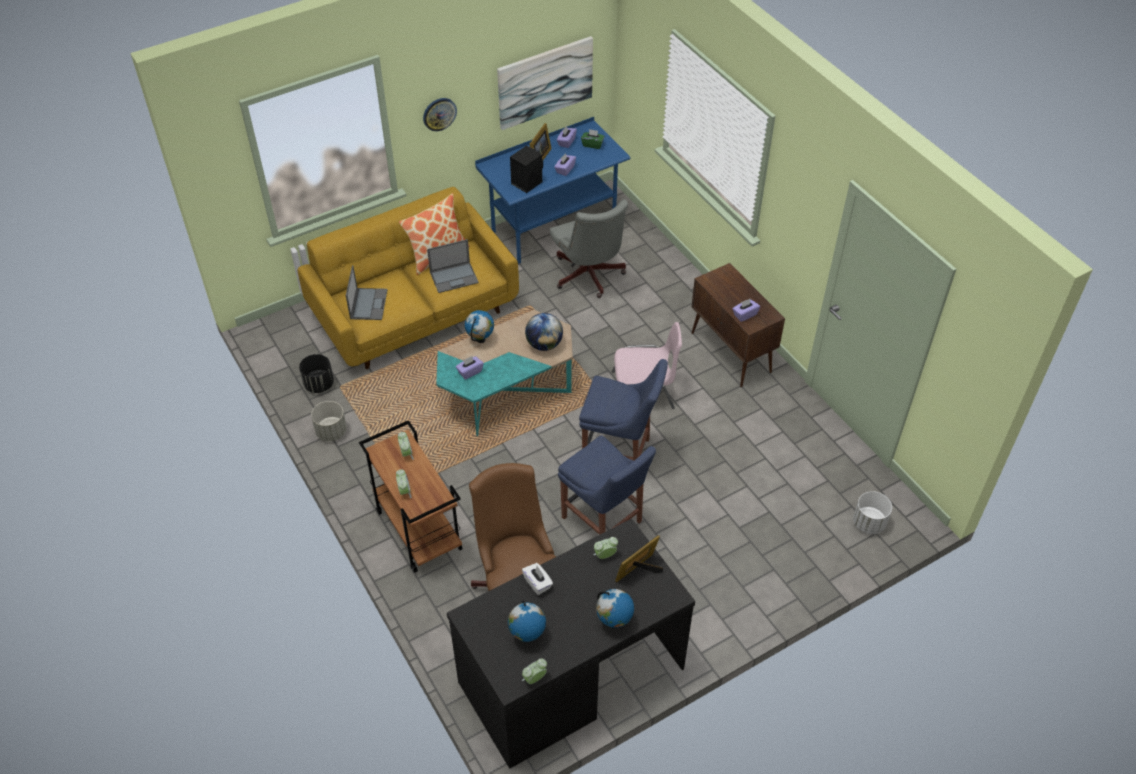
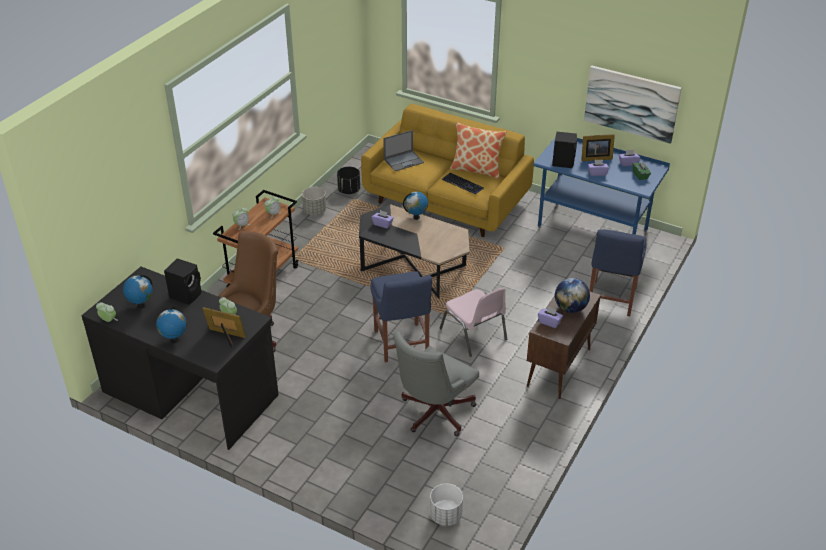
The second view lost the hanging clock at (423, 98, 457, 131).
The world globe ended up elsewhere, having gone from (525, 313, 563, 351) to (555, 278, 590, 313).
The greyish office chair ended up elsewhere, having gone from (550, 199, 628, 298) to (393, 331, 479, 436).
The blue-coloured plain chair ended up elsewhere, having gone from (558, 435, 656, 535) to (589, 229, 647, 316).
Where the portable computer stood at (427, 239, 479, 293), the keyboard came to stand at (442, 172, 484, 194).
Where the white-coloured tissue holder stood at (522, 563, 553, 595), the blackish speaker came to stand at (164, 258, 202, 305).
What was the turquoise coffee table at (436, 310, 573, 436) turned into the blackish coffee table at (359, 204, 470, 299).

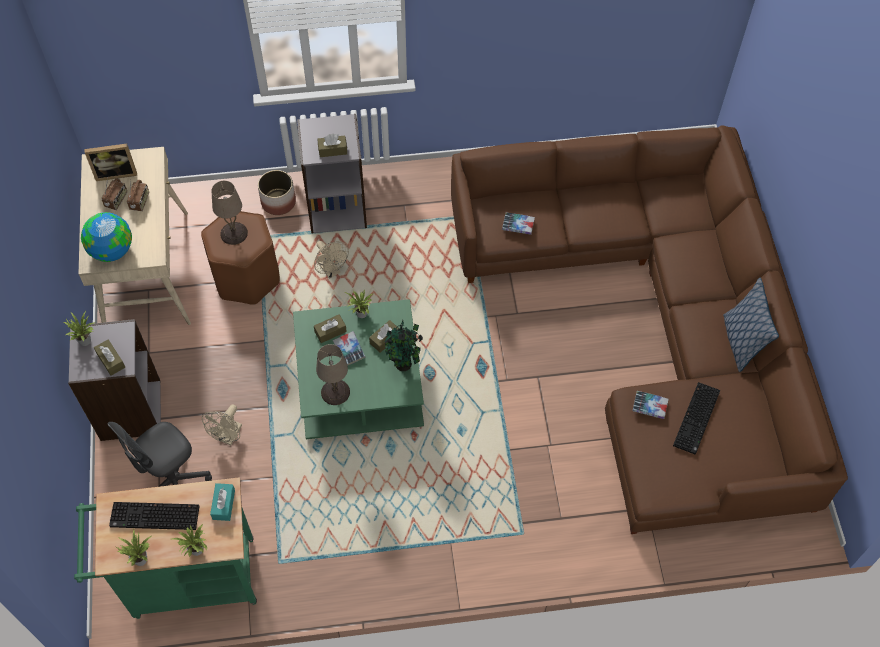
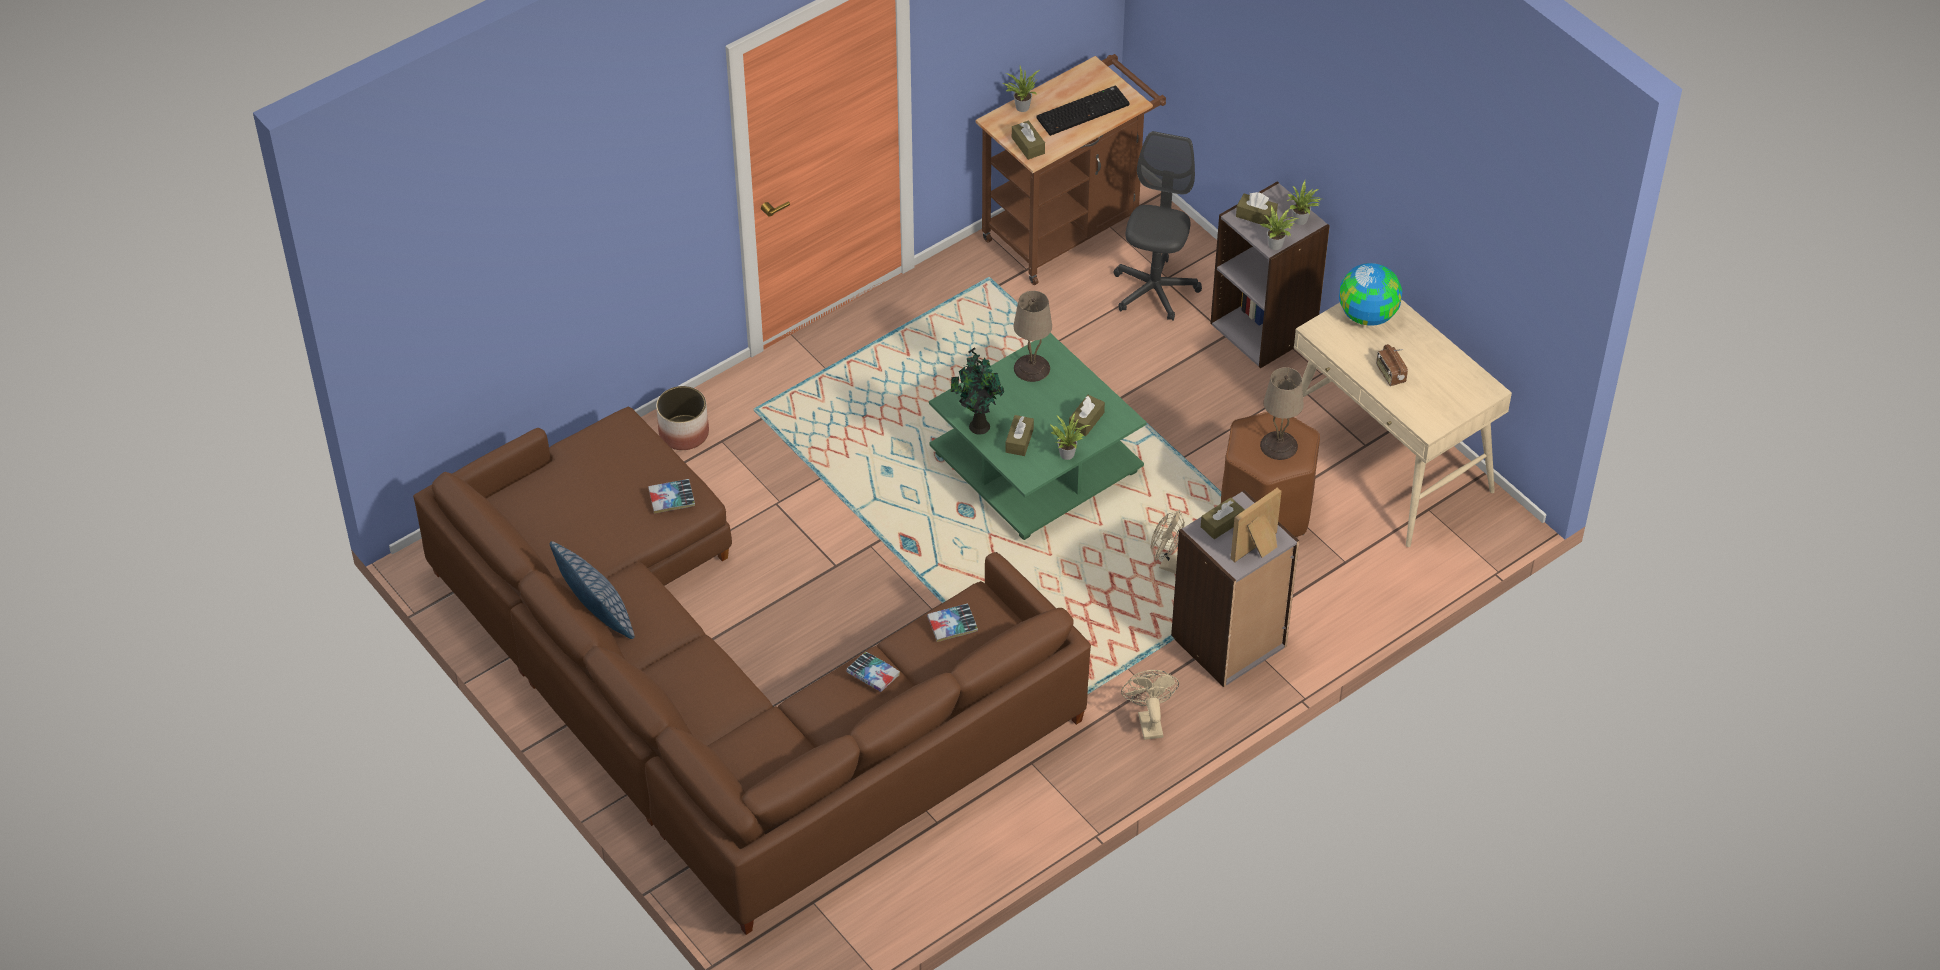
The second view lost the radio receiver at (102, 178, 127, 210).
The second view lost the keyboard at (673, 382, 720, 455).
The standing frame ended up elsewhere, having gone from (84, 144, 137, 181) to (1231, 488, 1281, 562).
The houseplant ended up elsewhere, having gone from (116, 529, 151, 567) to (1260, 206, 1298, 250).
The beige-coloured cooling fan ended up elsewhere, having gone from (202, 405, 242, 445) to (1121, 670, 1179, 740).
The flower pot ended up elsewhere, having gone from (258, 170, 296, 215) to (656, 386, 709, 450).
The book ended up elsewhere, having gone from (333, 331, 365, 366) to (846, 652, 900, 692).
What was the green trolley at (74, 477, 257, 619) turned into the brown-coloured trolley at (976, 54, 1166, 285).
What was the turquoise tissue holder at (210, 483, 235, 521) turned into the brown-coloured tissue holder at (1012, 120, 1045, 160).

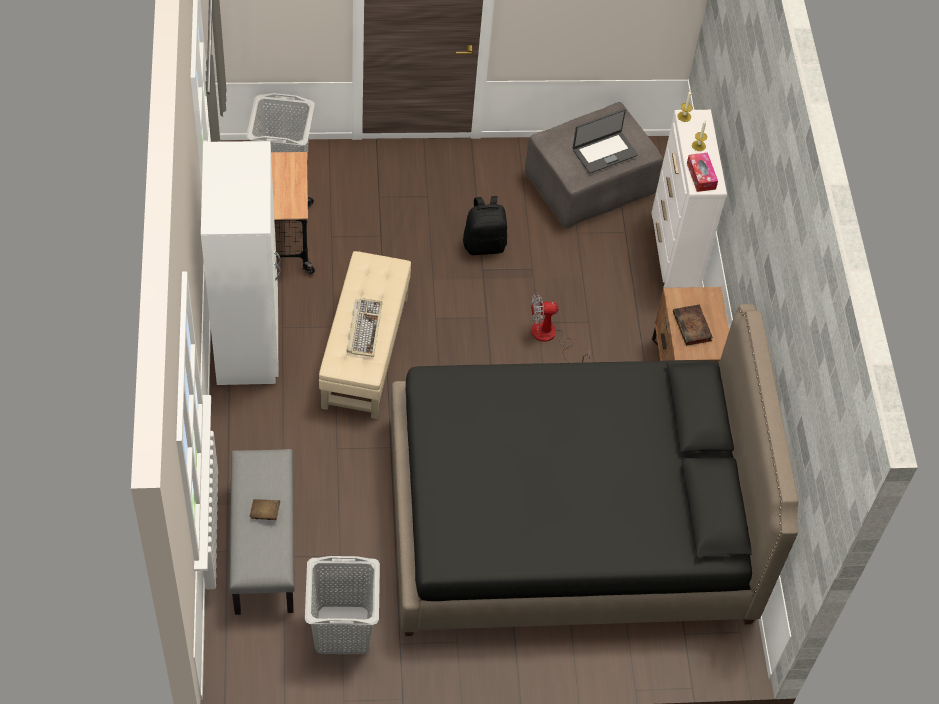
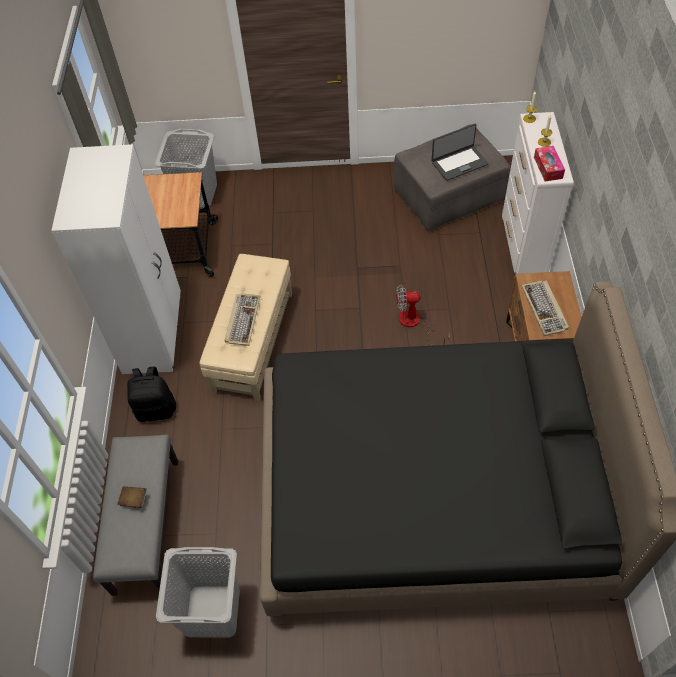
The blackish knapsack ended up elsewhere, having gone from (463, 196, 507, 255) to (127, 367, 176, 422).
Where the book stood at (673, 304, 713, 346), the keyboard came to stand at (522, 280, 569, 336).

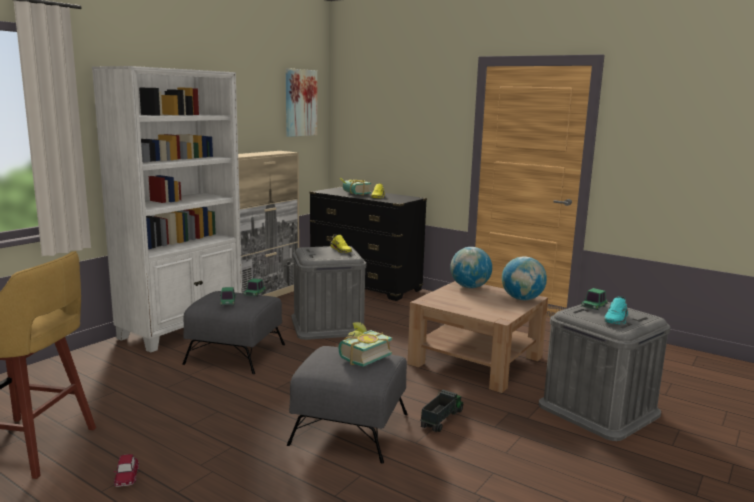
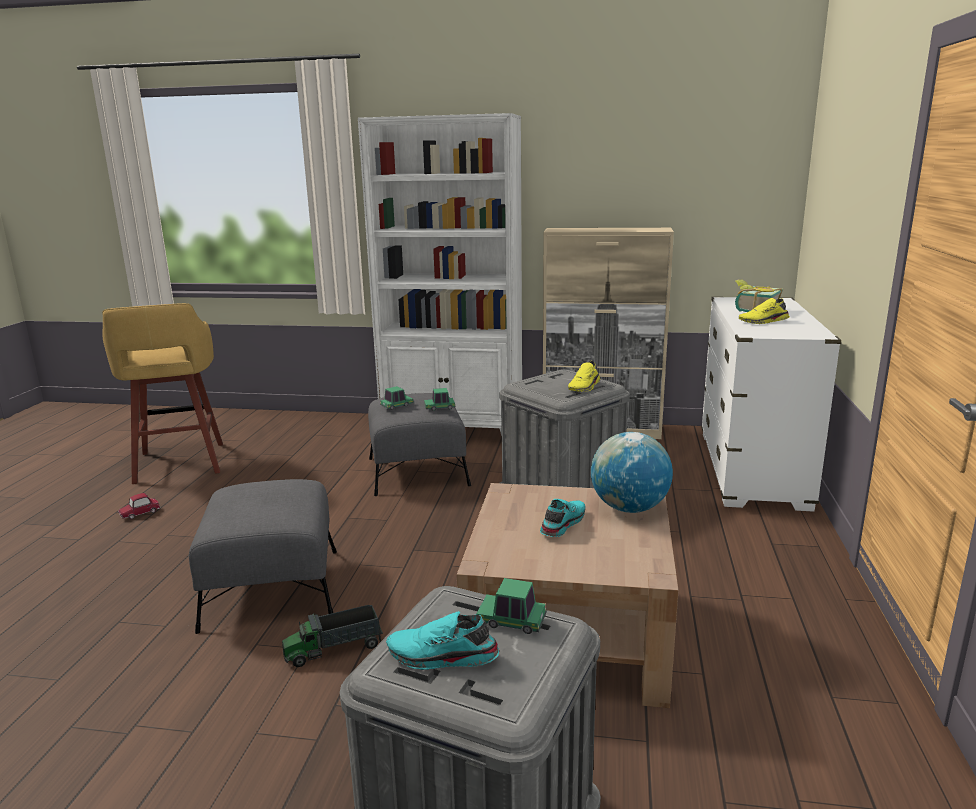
The second view lost the picture at (286, 68, 317, 137).
The second view lost the book at (338, 322, 392, 367).
The second view lost the world globe at (502, 256, 547, 300).
The second view gained the turquoise shoe at (540, 499, 586, 537).
What was the blackish dresser at (310, 187, 427, 301) turned into the white-coloured dresser at (701, 297, 841, 512).
The model truck at (420, 390, 464, 432) ended up facing another way, 150 degrees clockwise from before.

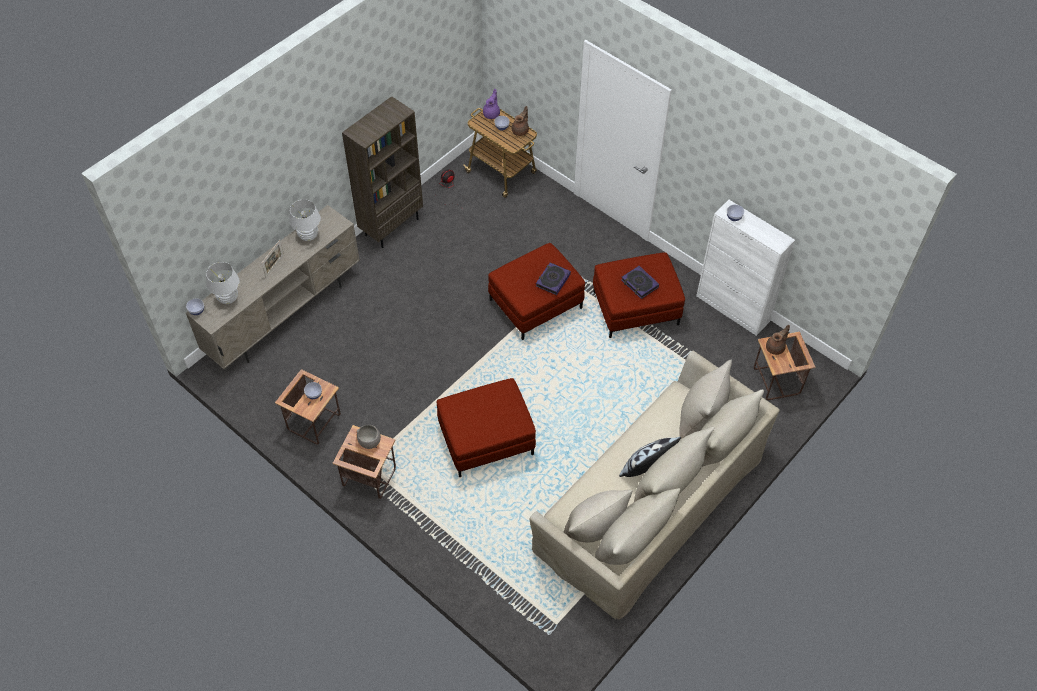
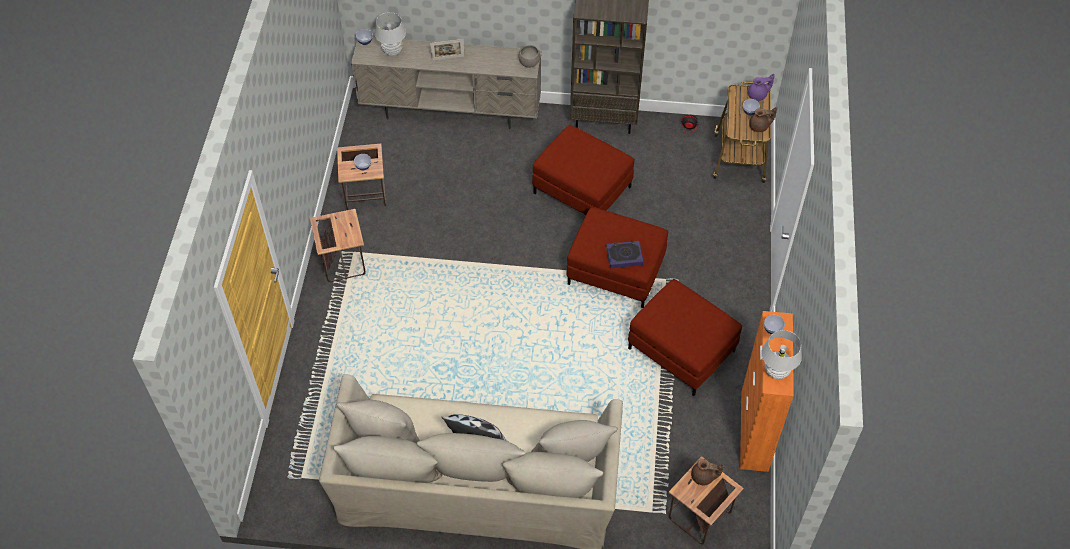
The second view lost the book at (621, 266, 659, 299).
The white-coloured tabletop lamp ended up elsewhere, having gone from (289, 200, 321, 241) to (762, 330, 802, 379).
The greyish serving bowl ended up elsewhere, having gone from (357, 425, 381, 449) to (518, 45, 541, 68).
The reddish ottoman ended up elsewhere, having gone from (437, 378, 536, 477) to (532, 125, 635, 215).
What was the white-coloured cupboard at (696, 200, 795, 336) turned into the orange-coloured cupboard at (740, 311, 794, 472).

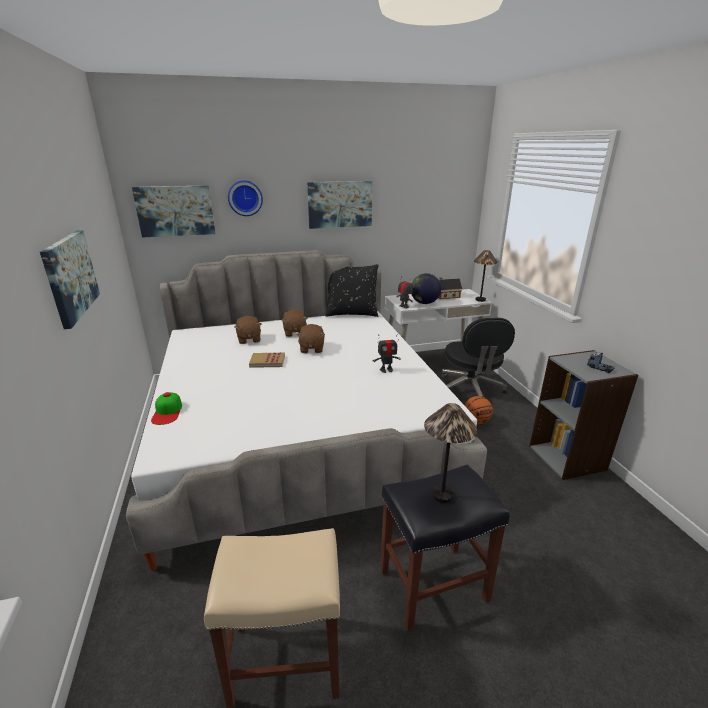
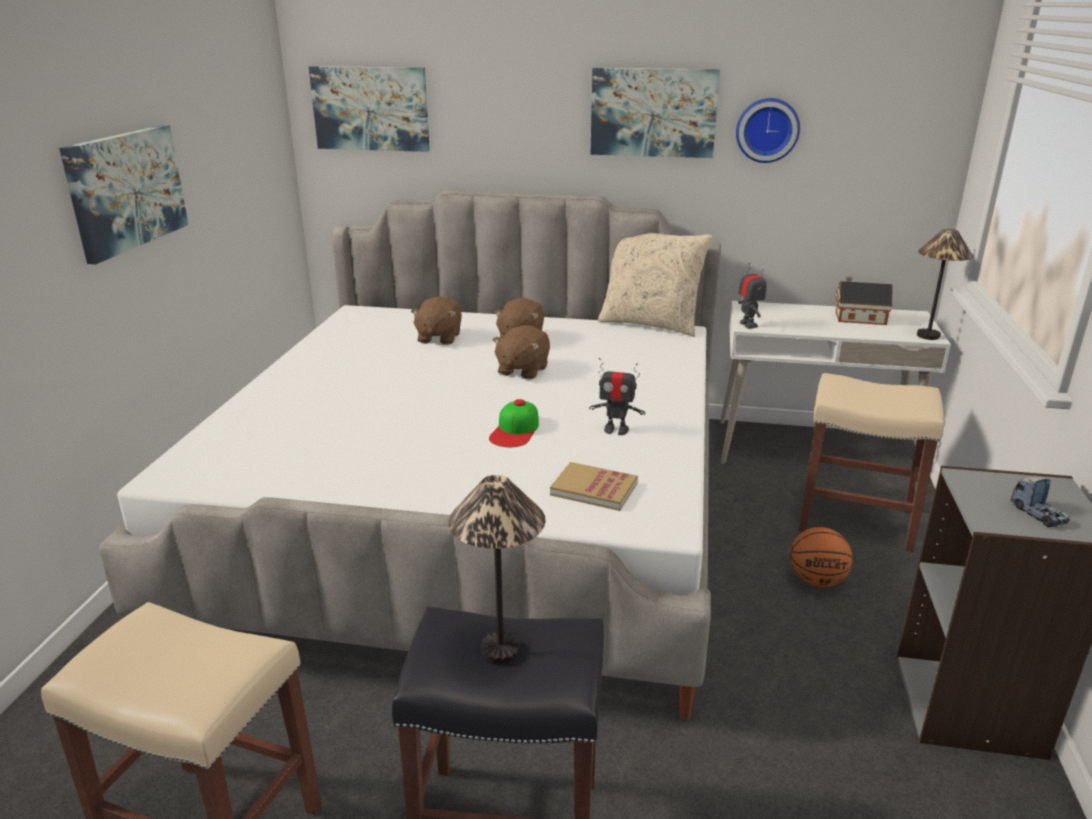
The second view lost the world globe at (411, 273, 441, 304).
The peaked cap ended up elsewhere, having gone from (151, 392, 182, 425) to (489, 399, 539, 447).
The hanging clock ended up elsewhere, having gone from (228, 180, 263, 216) to (736, 98, 800, 163).
The book ended up elsewhere, having gone from (249, 353, 285, 368) to (550, 462, 638, 511).
Where the blackish office chair stood at (441, 318, 515, 397), the beige-coloured sitting stool came to stand at (799, 373, 944, 552).
What was the blackish throw pillow at (325, 264, 379, 317) turned into the beige-coloured throw pillow at (598, 233, 712, 337).

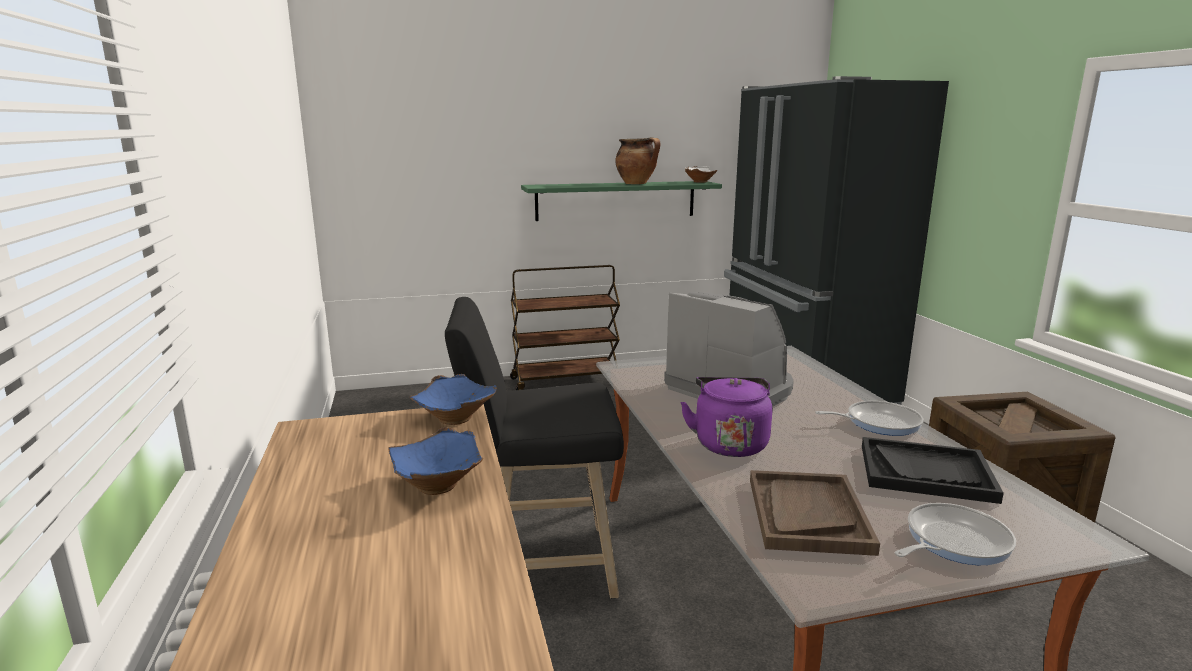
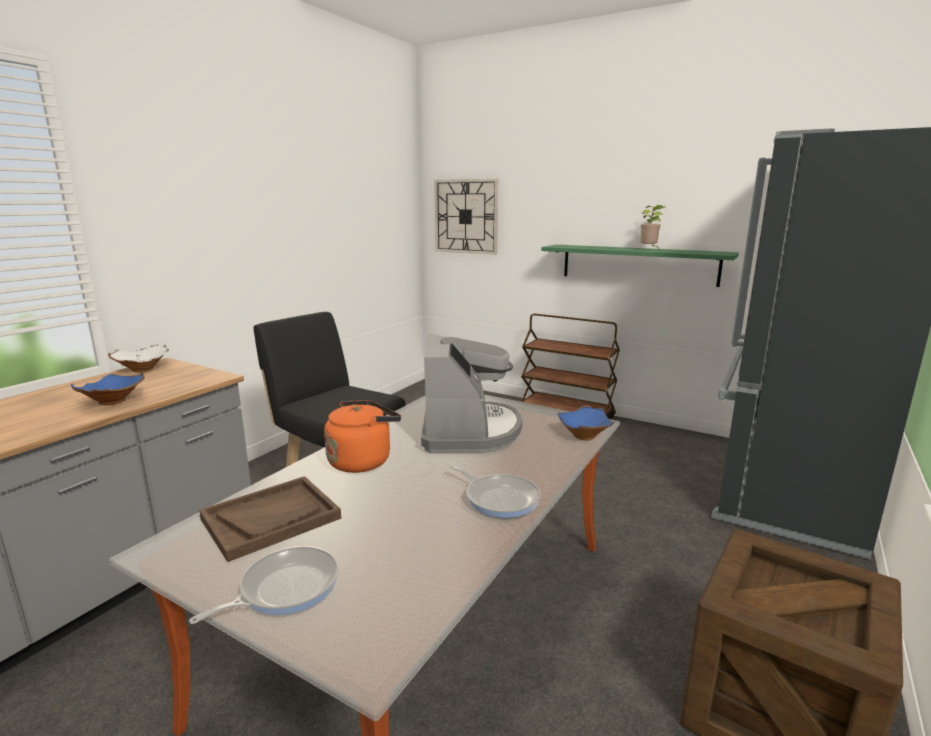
The second view lost the blackish carrying tray at (862, 437, 1004, 504).
The second view gained the hanging clock at (434, 179, 498, 255).
The blue-coloured serving bowl ended up elsewhere, having gone from (410, 374, 497, 425) to (557, 405, 615, 440).
The white-coloured serving bowl ended up elsewhere, having gone from (685, 166, 717, 183) to (108, 344, 169, 373).
Where the stockpot stood at (615, 137, 661, 184), the houseplant came to stand at (641, 205, 665, 247).
What was the purplish kettle at (680, 377, 772, 457) turned into the orange-coloured kettle at (324, 400, 401, 473).
The skillet at (895, 503, 1016, 565) ended up facing another way, 60 degrees counterclockwise from before.

